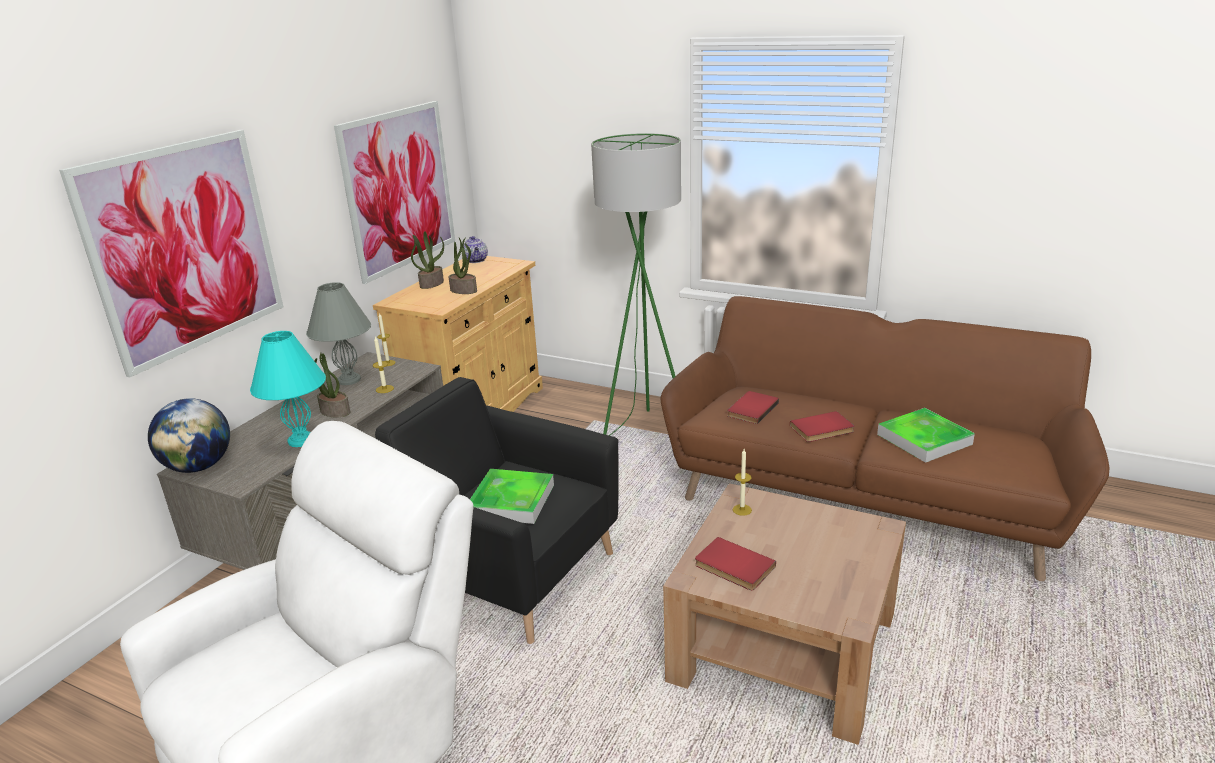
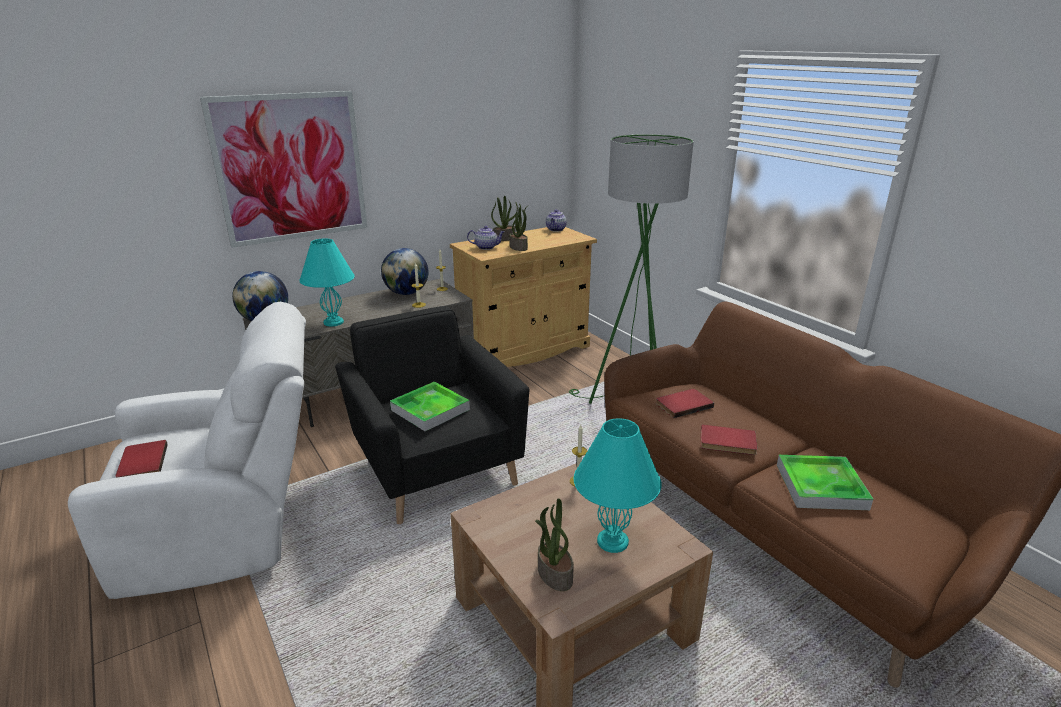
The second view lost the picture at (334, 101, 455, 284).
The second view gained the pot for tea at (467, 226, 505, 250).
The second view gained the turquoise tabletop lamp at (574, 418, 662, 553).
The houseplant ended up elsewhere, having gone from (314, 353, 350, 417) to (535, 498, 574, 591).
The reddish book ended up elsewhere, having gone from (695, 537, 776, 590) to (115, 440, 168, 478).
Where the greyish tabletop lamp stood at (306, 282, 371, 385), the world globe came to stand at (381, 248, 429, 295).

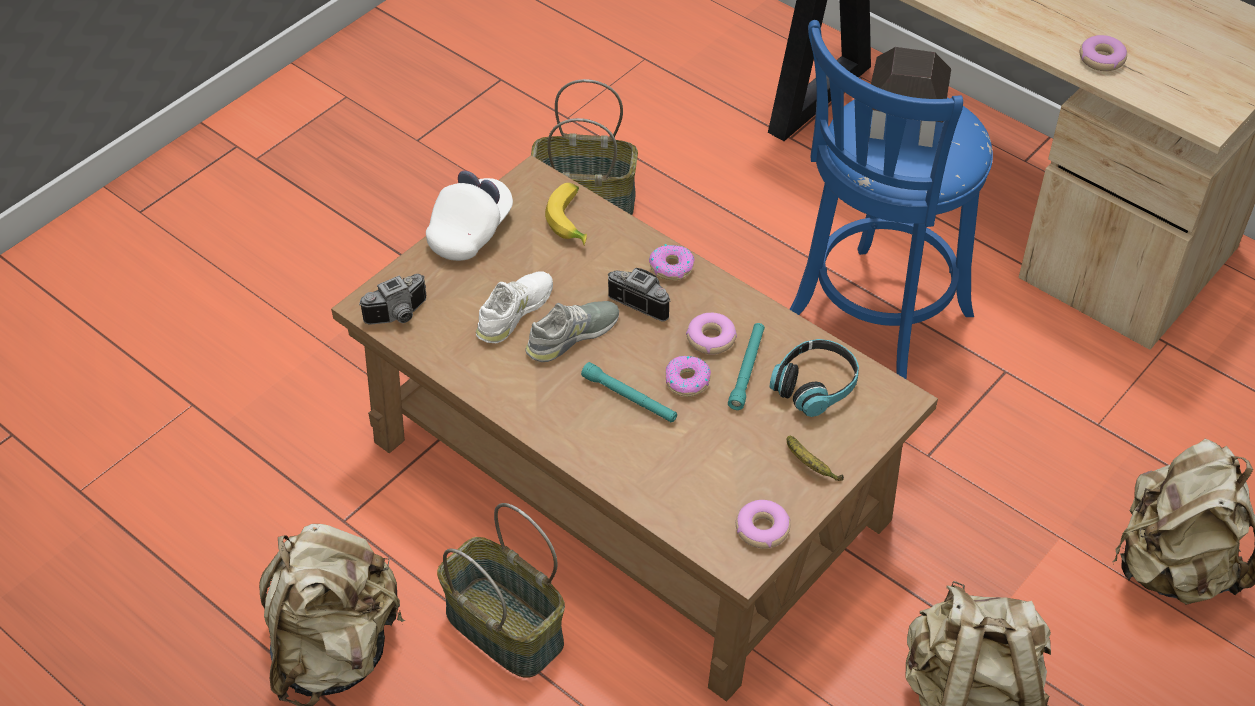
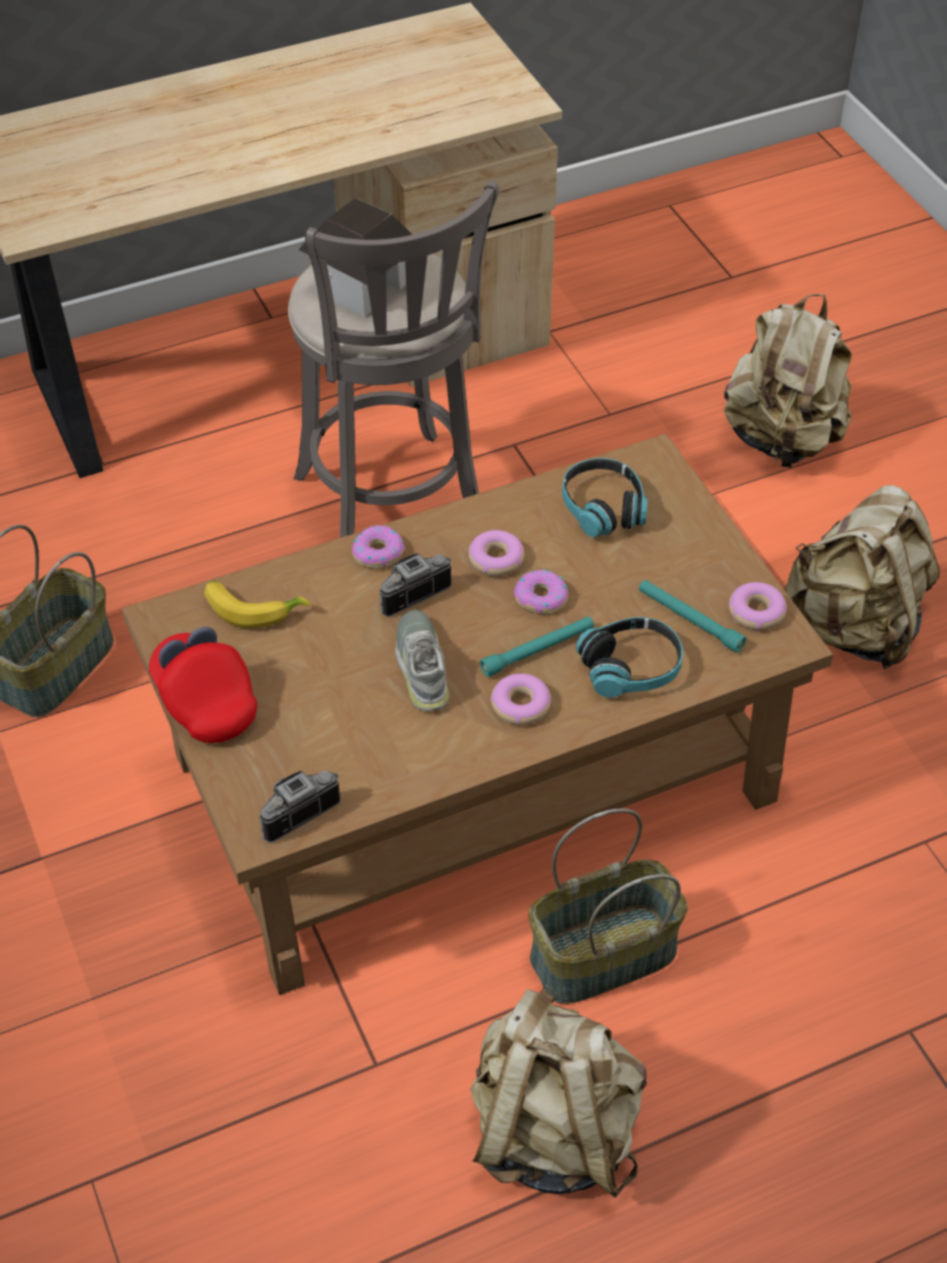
The second view lost the white-coloured shoe at (476, 271, 553, 343).
The second view lost the banana fruit at (787, 436, 844, 481).
The second view gained the headset at (576, 617, 683, 698).
The turquoise torch ended up elsewhere, having gone from (728, 323, 765, 410) to (639, 580, 746, 653).
The doughnut ended up elsewhere, having gone from (1080, 35, 1127, 71) to (490, 674, 552, 725).
What was the white-coloured peaked cap at (426, 170, 513, 261) turned into the reddish peaked cap at (149, 627, 257, 743).
What was the blue-coloured sitting stool at (789, 20, 993, 380) turned into the greyish sitting stool at (288, 180, 499, 538).
The still camera at (359, 274, 427, 325) ended up facing another way, 120 degrees counterclockwise from before.

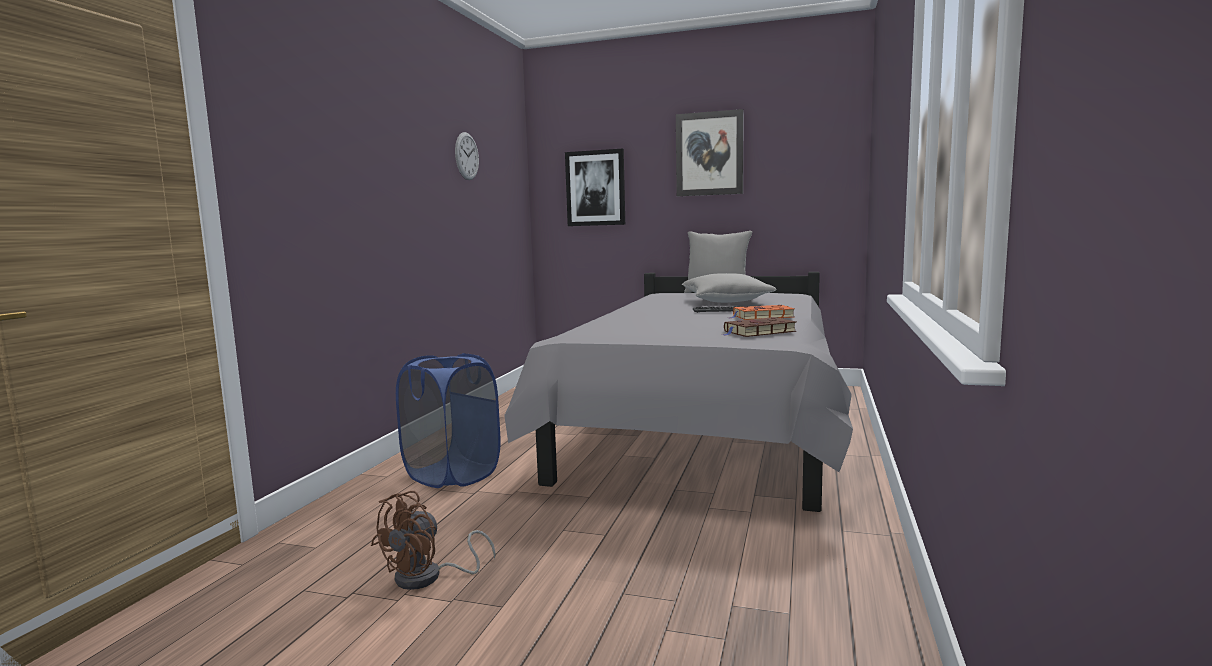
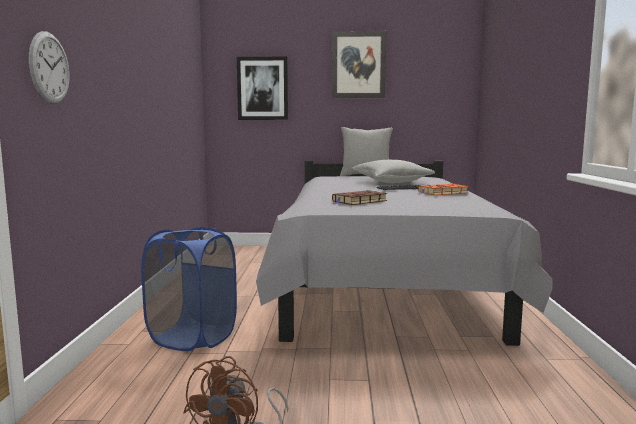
The hanging clock ended up elsewhere, having gone from (455, 132, 479, 180) to (29, 31, 70, 104).
The brown-coloured book ended up elsewhere, having gone from (723, 317, 797, 337) to (332, 190, 387, 205).

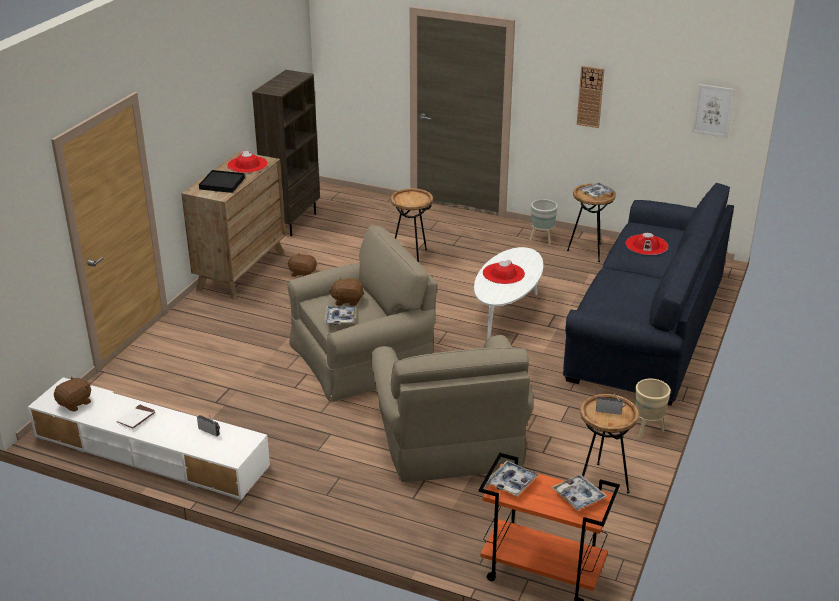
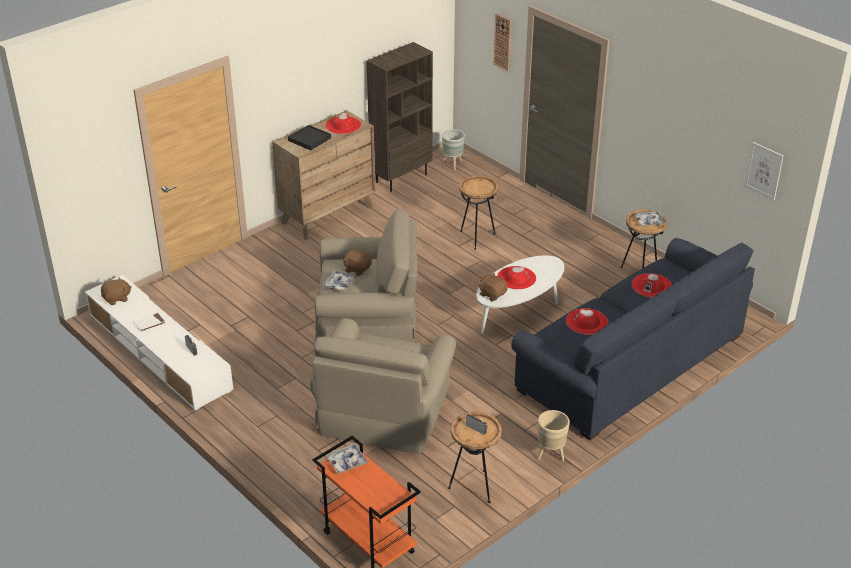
The second view lost the carrying tray at (551, 474, 607, 511).
The second view gained the reddish wearable hat at (566, 308, 608, 335).
The brown-coloured cuddly toy ended up elsewhere, having gone from (287, 253, 317, 277) to (479, 273, 508, 301).
The greyish flower pot ended up elsewhere, having gone from (530, 199, 558, 245) to (442, 129, 465, 171).
The hanging clock ended up elsewhere, having gone from (577, 66, 604, 128) to (494, 14, 511, 71).

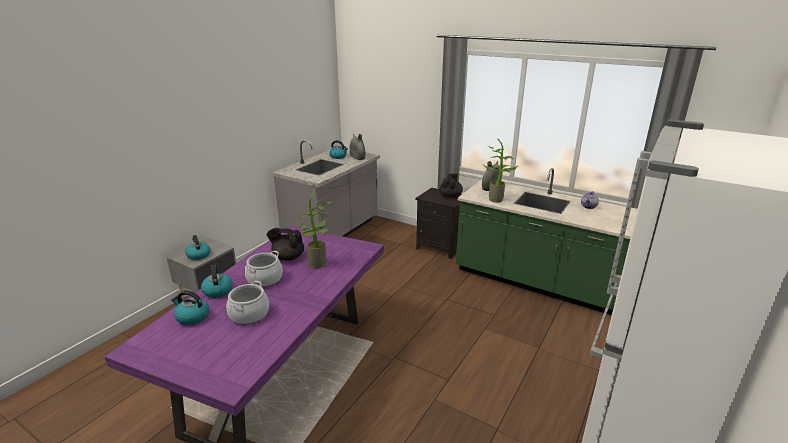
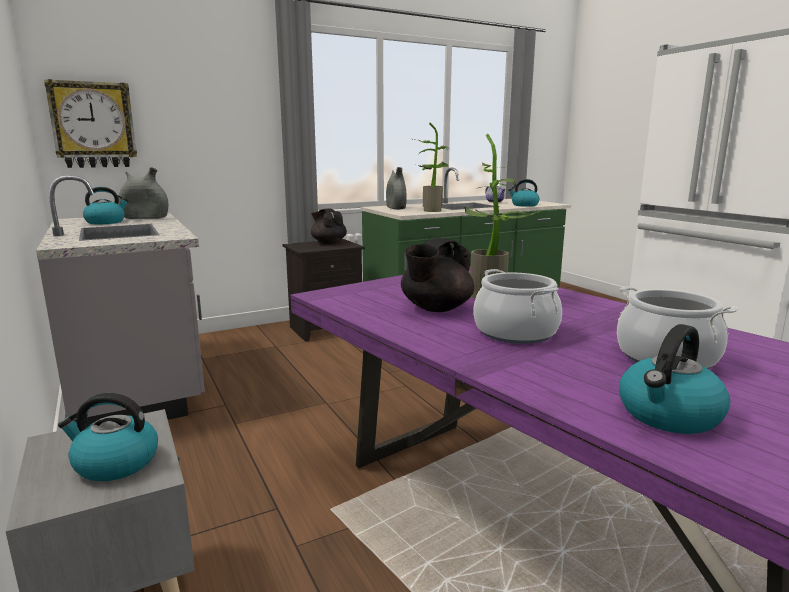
The second view gained the hanging clock at (44, 79, 137, 168).
The kettle ended up elsewhere, having gone from (201, 265, 233, 298) to (508, 179, 539, 207).

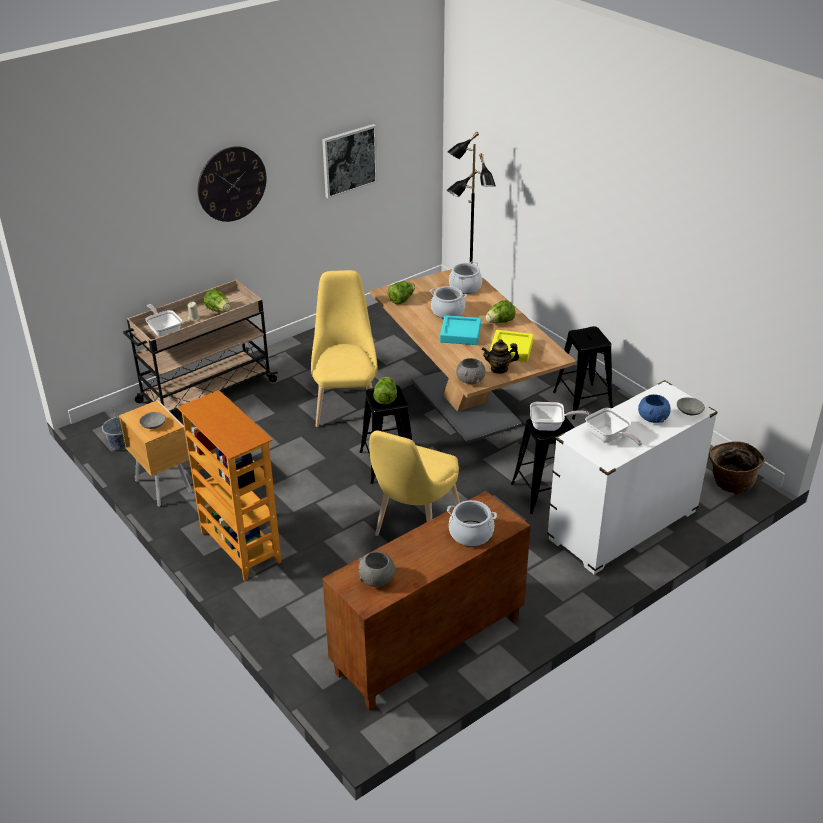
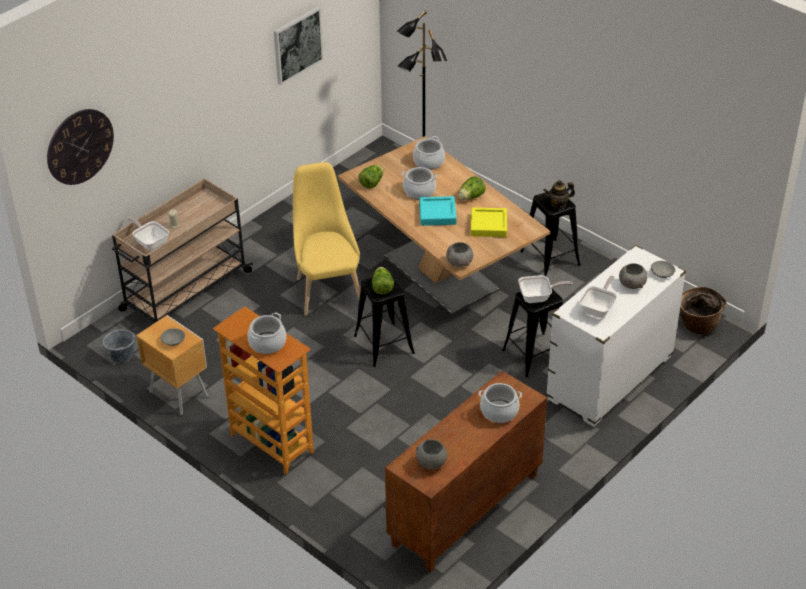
The second view lost the lettuce head at (204, 289, 230, 312).
The second view lost the yellow-coloured plain chair at (369, 431, 460, 536).
The second view gained the stockpot at (248, 313, 286, 354).
The hanging clock ended up elsewhere, having gone from (198, 146, 267, 222) to (47, 109, 114, 185).
The pot for tea ended up elsewhere, having gone from (481, 339, 519, 374) to (543, 180, 575, 210).
What was the blue-coloured serving bowl at (638, 394, 671, 423) turned into the greyish serving bowl at (619, 263, 647, 289).
The skillet at (585, 408, 642, 446) ended up facing another way, 105 degrees counterclockwise from before.

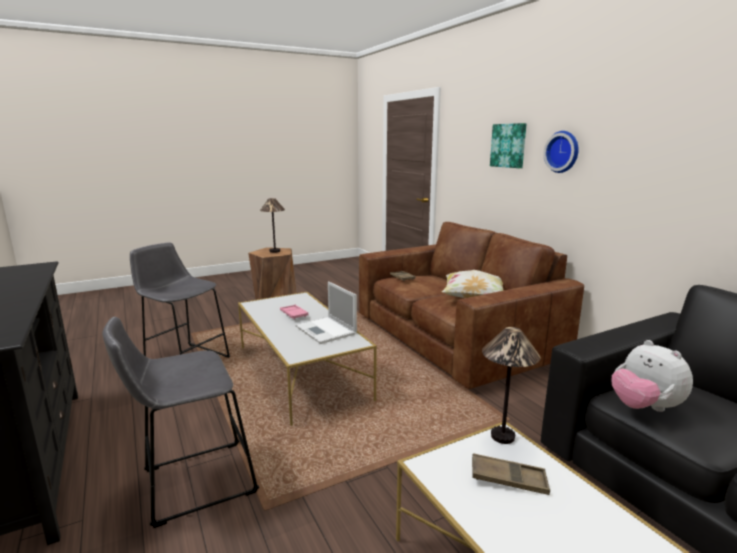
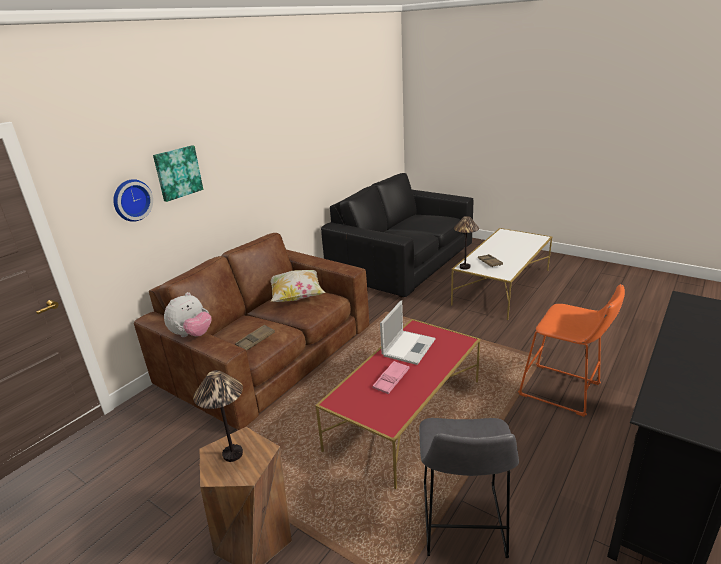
The hanging clock ended up elsewhere, having gone from (543, 131, 579, 173) to (113, 179, 153, 222).
The cuddly toy ended up elsewhere, having gone from (611, 340, 693, 412) to (164, 292, 211, 337).
What was the greyish sitting stool at (102, 317, 259, 528) turned into the orange-coloured sitting stool at (518, 284, 625, 417).
What was the white-coloured coffee table at (238, 292, 377, 426) turned into the reddish coffee table at (315, 319, 480, 489).

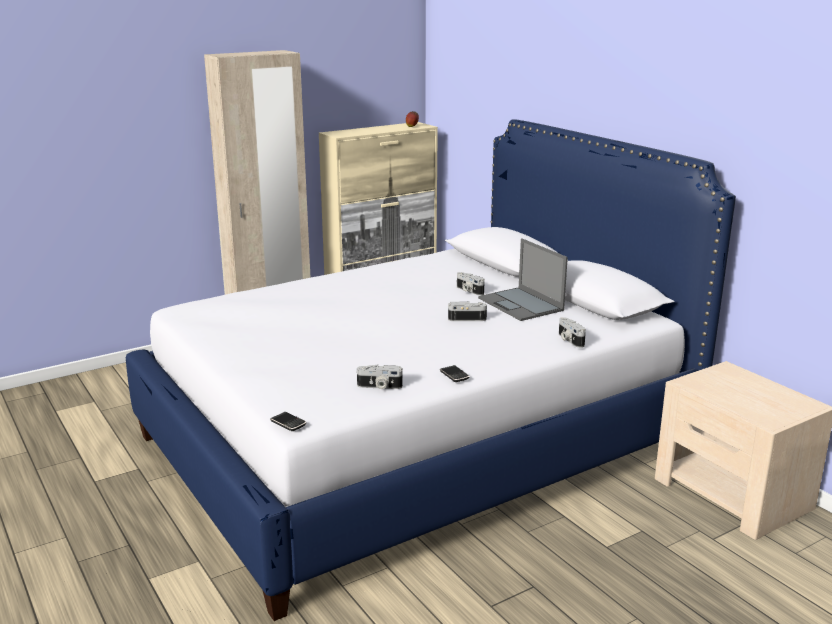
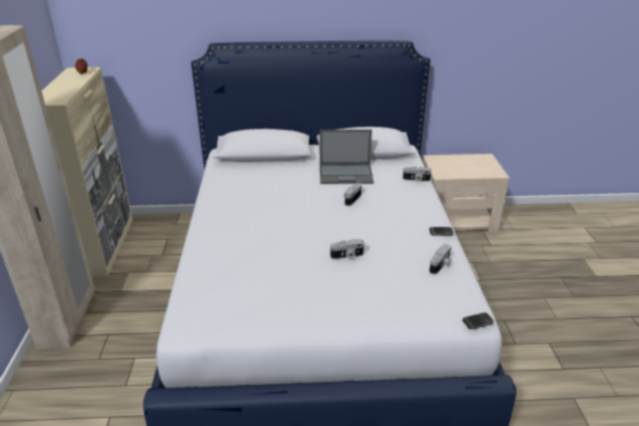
The still camera ended up elsewhere, having gone from (457, 272, 485, 296) to (330, 239, 364, 259).

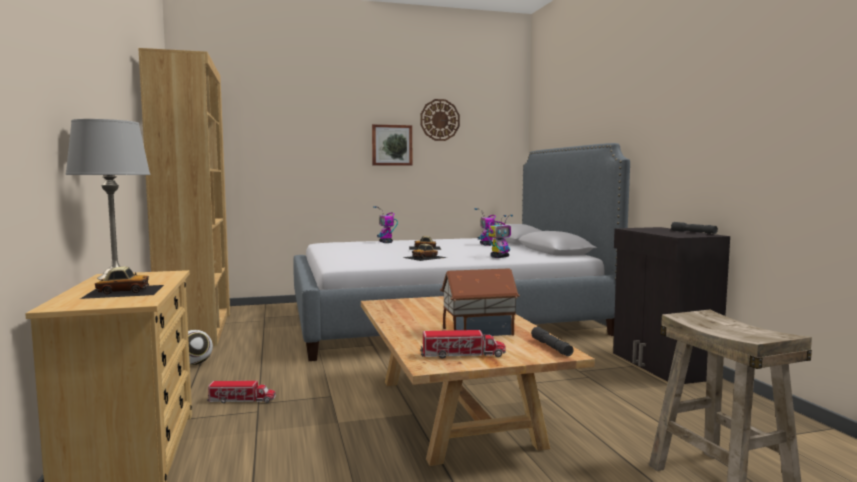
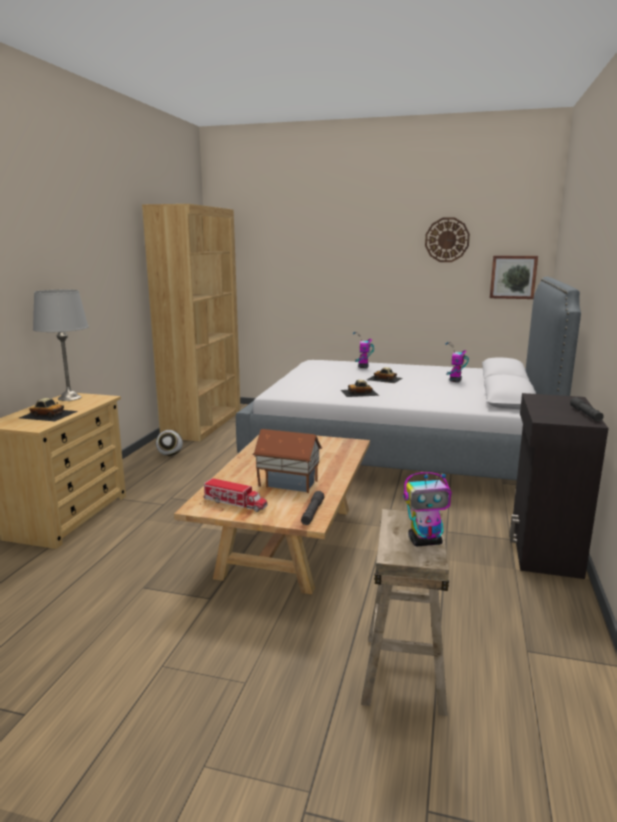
The second view lost the model truck at (207, 381, 276, 403).
The picture ended up elsewhere, having gone from (372, 124, 412, 166) to (490, 256, 538, 299).
The model robot ended up elsewhere, having gone from (487, 215, 513, 258) to (403, 472, 452, 546).

